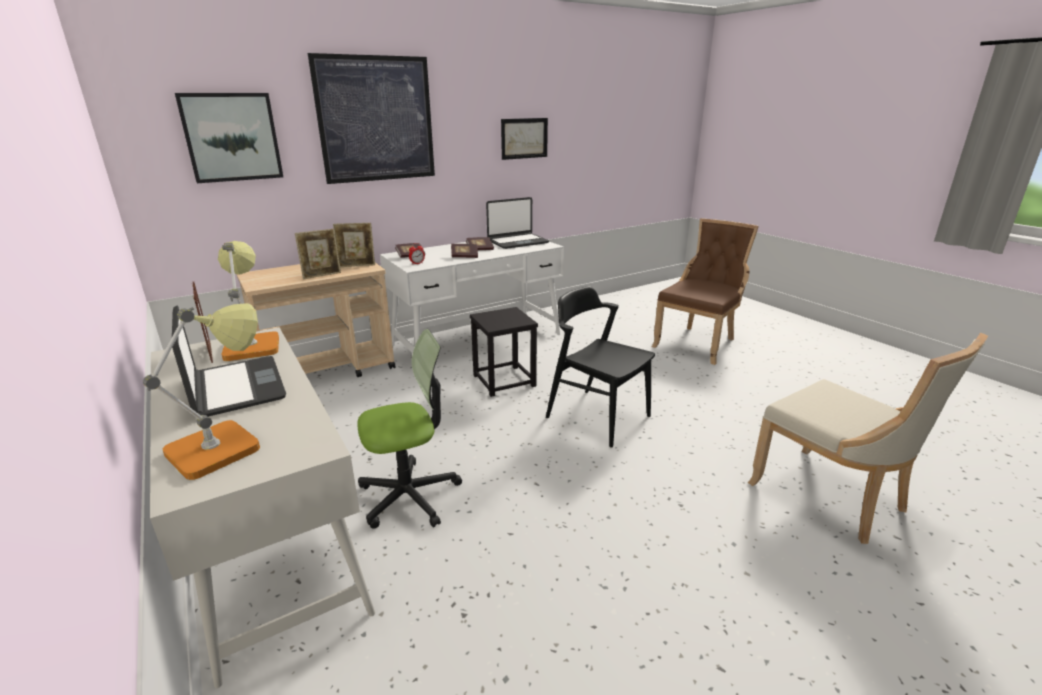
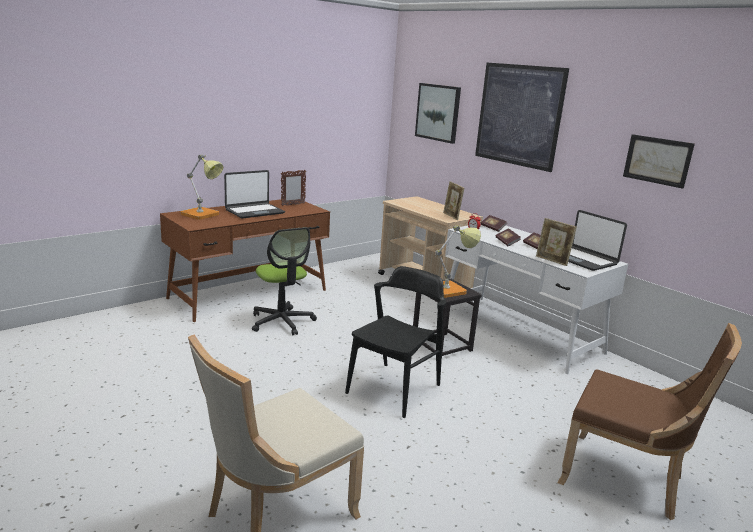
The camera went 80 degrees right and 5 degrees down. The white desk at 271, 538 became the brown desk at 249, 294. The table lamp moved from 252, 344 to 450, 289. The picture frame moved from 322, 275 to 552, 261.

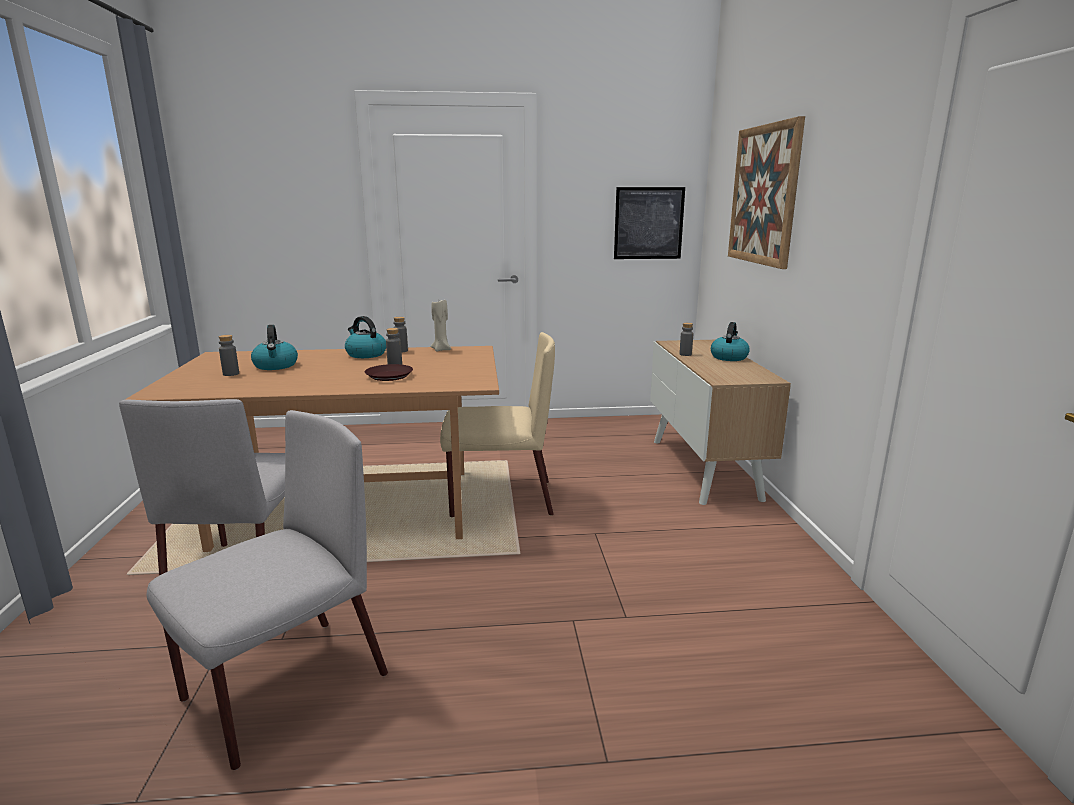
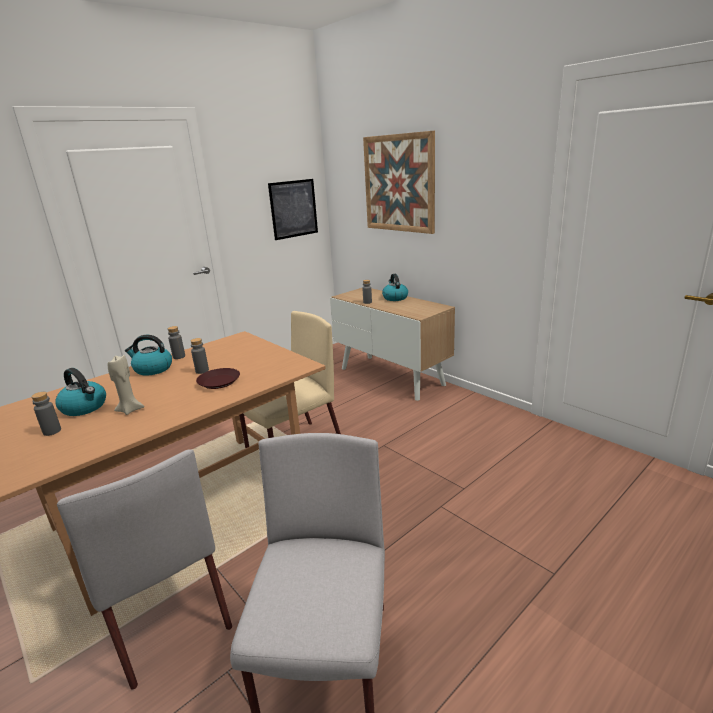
The camera went 35 degrees left and 5 degrees up. The beige candle moved from 441, 350 to 130, 410.

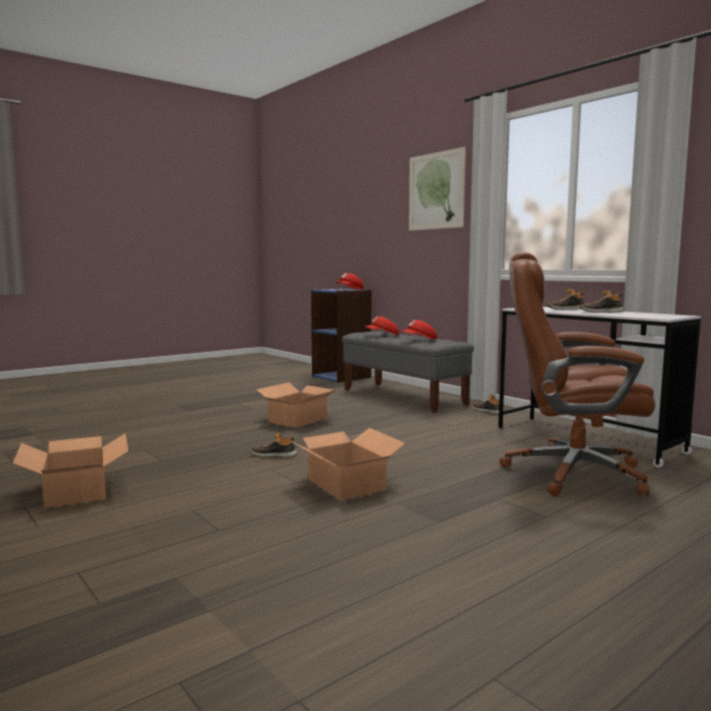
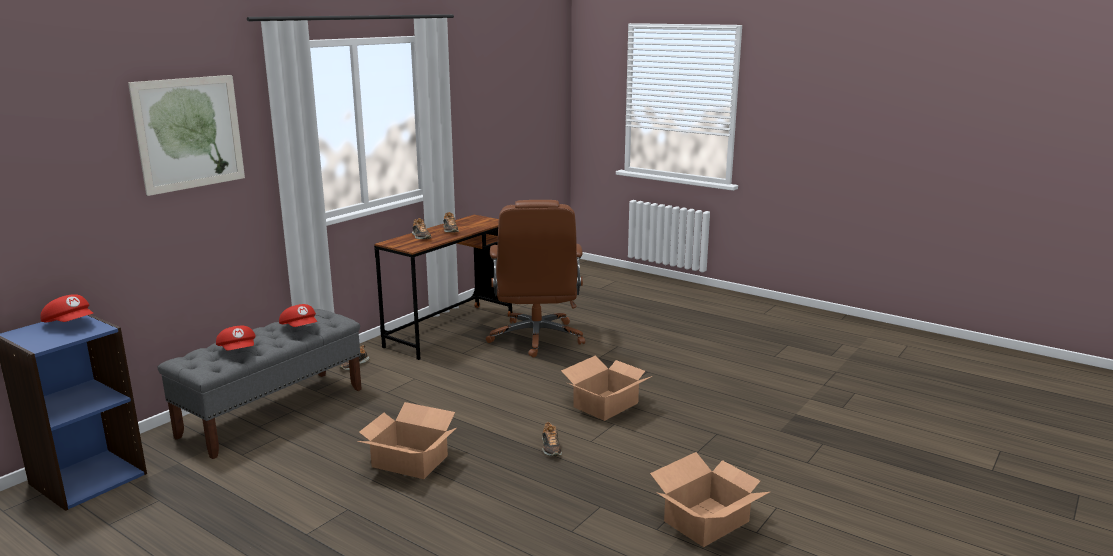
The camera went 105 degrees left and 10 degrees up. The white desk at 586, 439 became the brown desk at 450, 331.

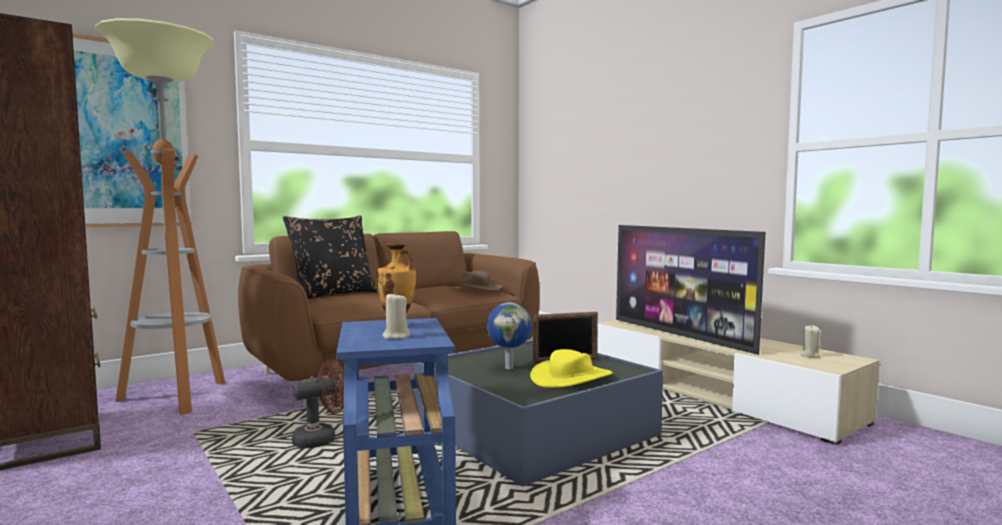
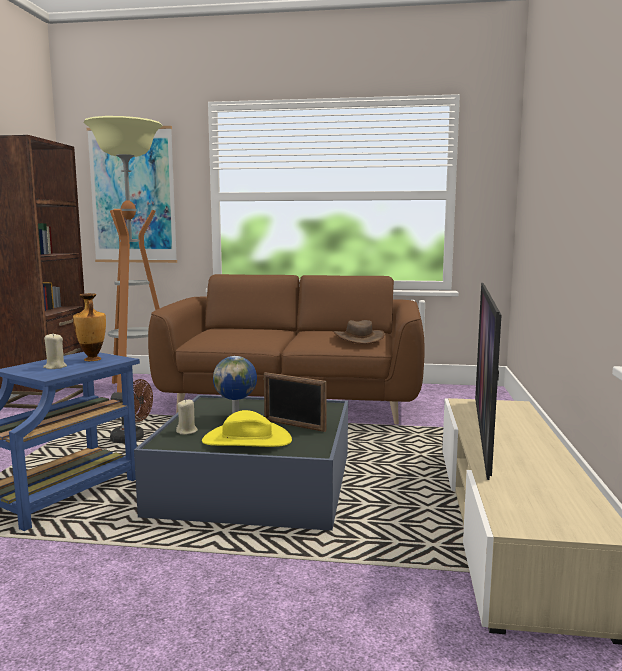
The camera went 45 degrees right and 5 degrees up. The black pillow at 333, 294 disappeared. The beige candle moved from 809, 355 to 187, 431.

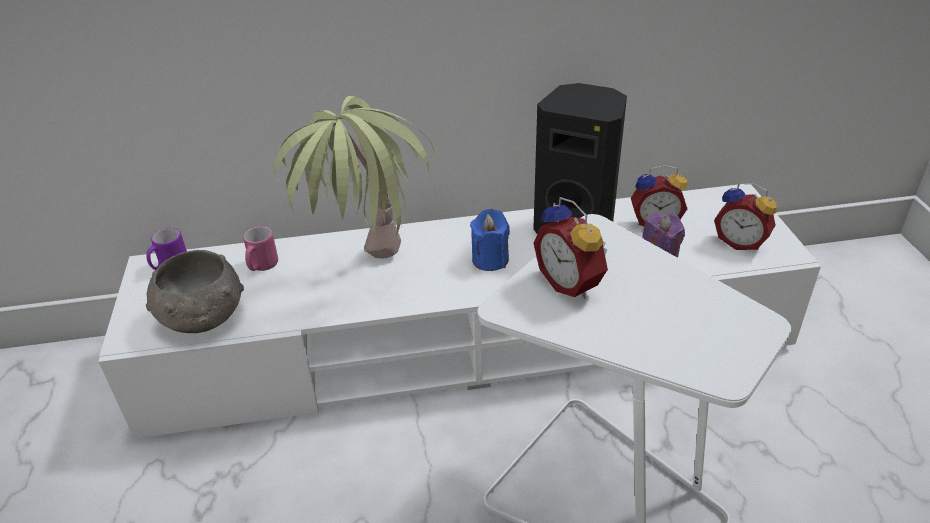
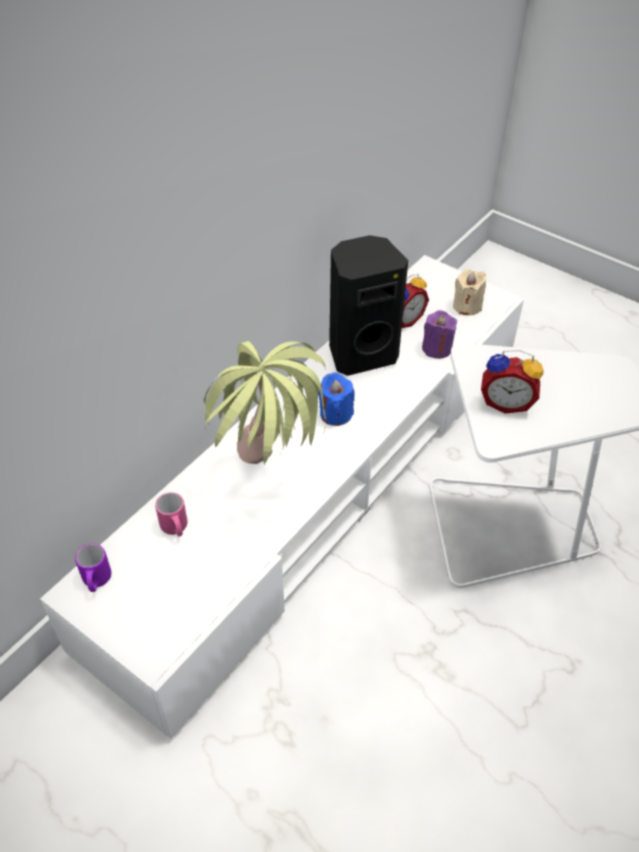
The camera went 45 degrees left and 10 degrees up. The grey bowl at 202, 318 disappeared. The alarm clock at 740, 242 was replaced by the beige candle at 467, 306.

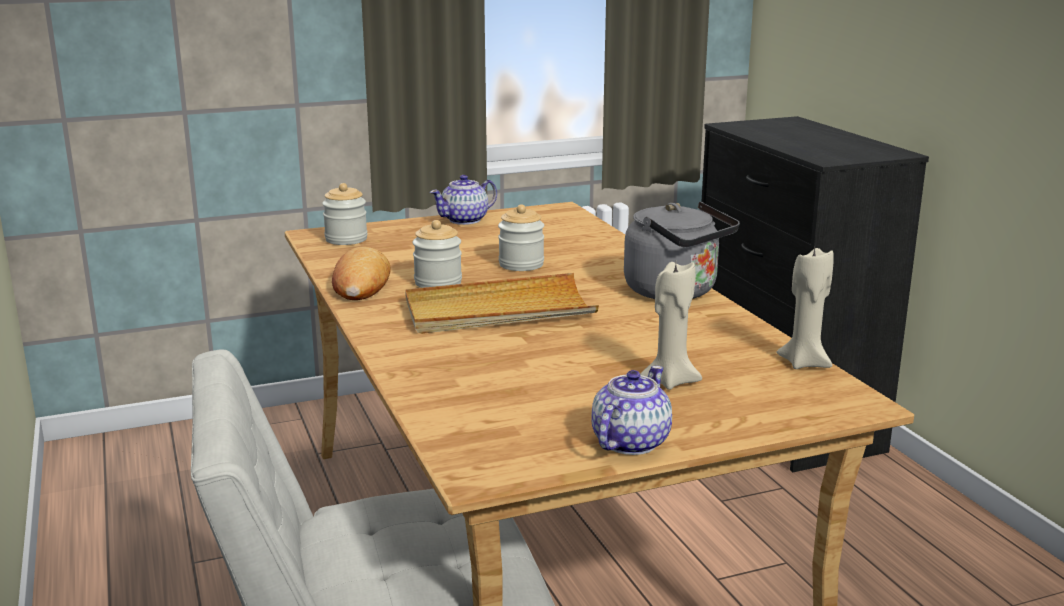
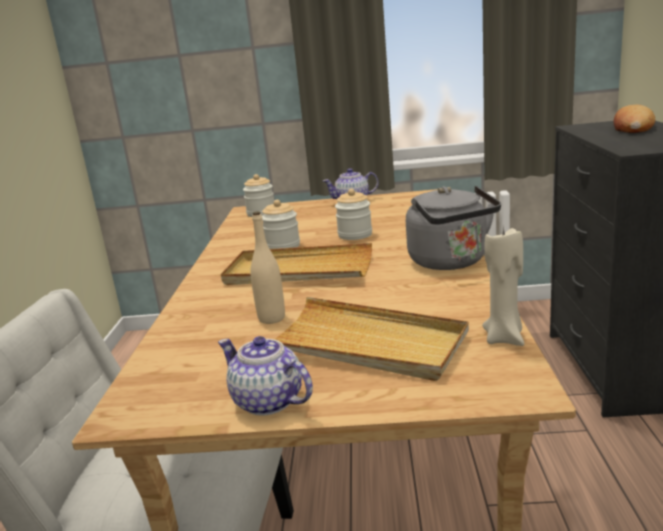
The camera went 25 degrees right and 0 degrees up. The bread moved from 360, 283 to 631, 127. The teapot at 629, 443 turned 105 degrees counterclockwise. The beige candle at 670, 381 was replaced by the beige tray at 365, 344. The beige bottle at 271, 318 appeared.

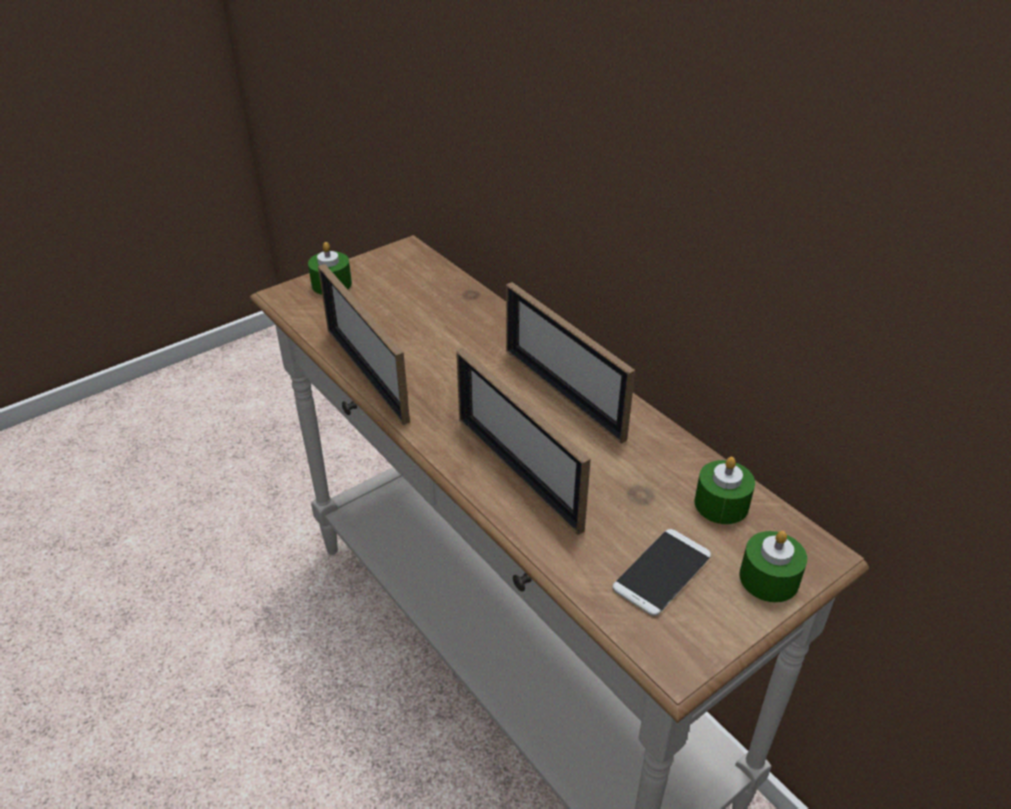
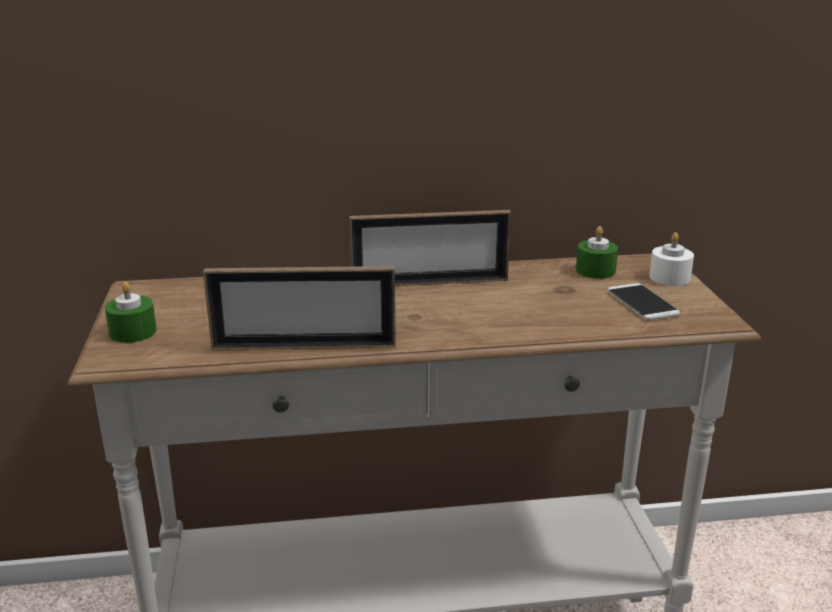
The camera went 60 degrees left and 15 degrees down. The picture frame at 517, 472 disappeared. The green candle at 769, 578 became the white candle at 669, 277.

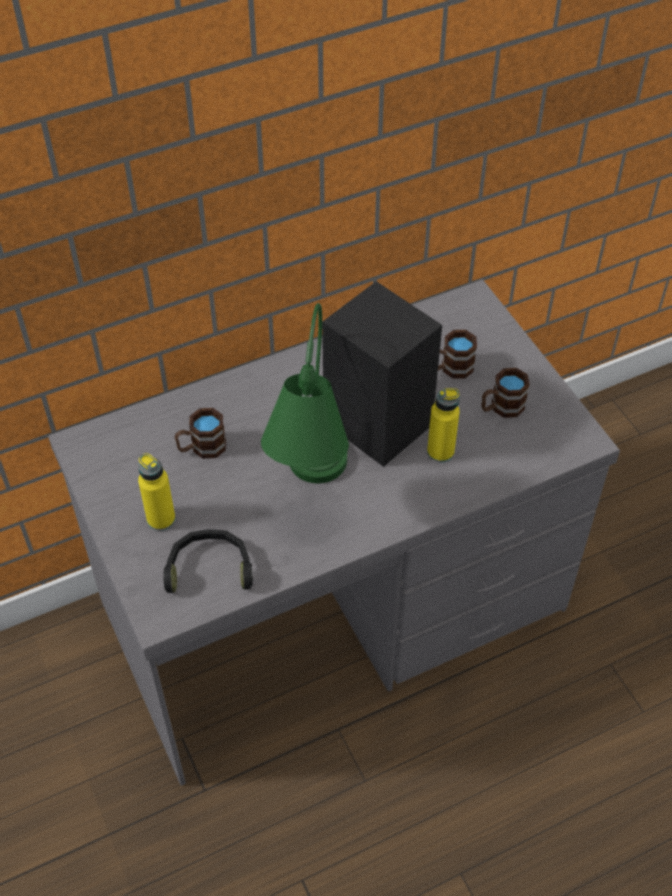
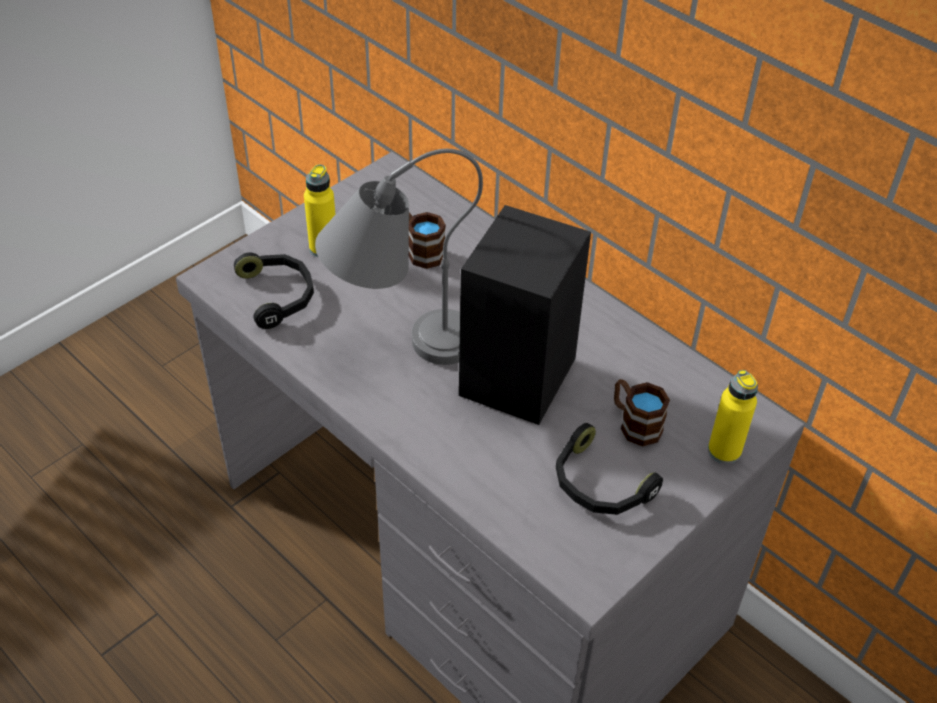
The camera went 70 degrees right and 5 degrees down. The green table lamp at 310, 492 became the grey table lamp at 398, 345. The yellow bottle moved from 440, 452 to 724, 450. The brown mug at 501, 407 was replaced by the black headphones at 598, 485.

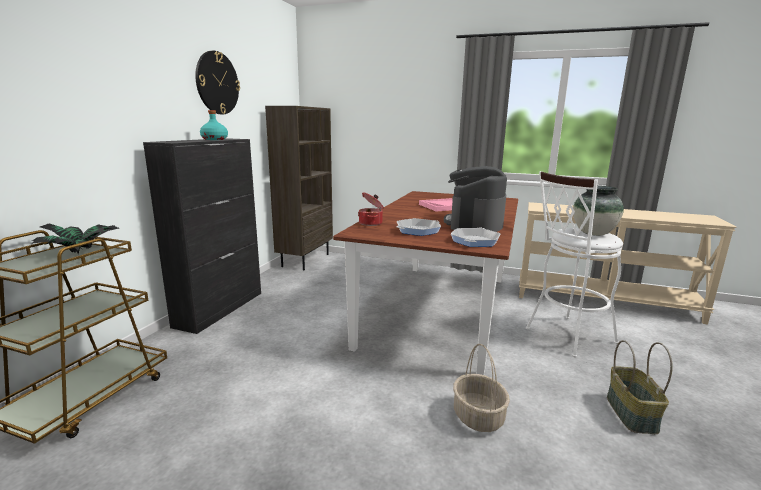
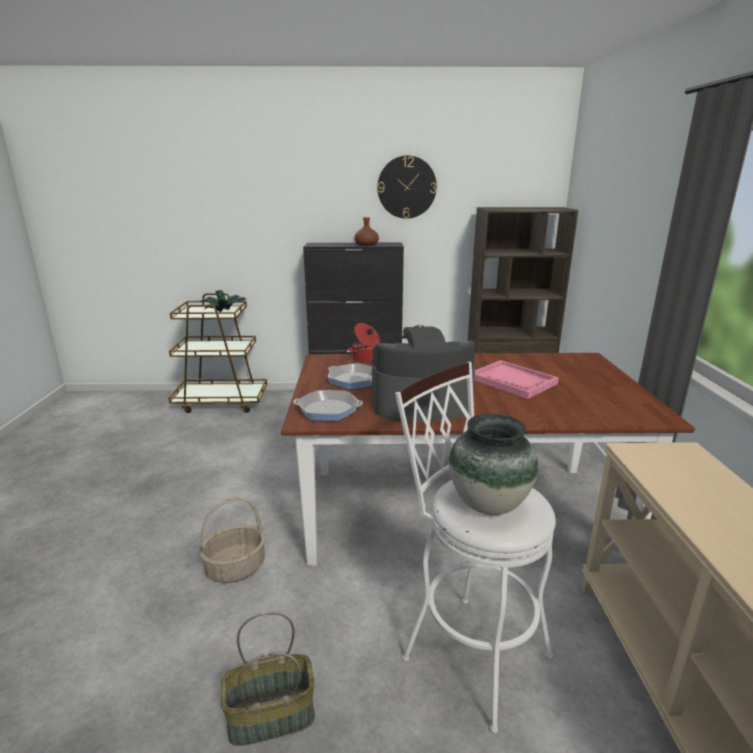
The camera went 70 degrees right and 5 degrees up. The turquoise bottle at 214, 139 became the brown bottle at 366, 244.

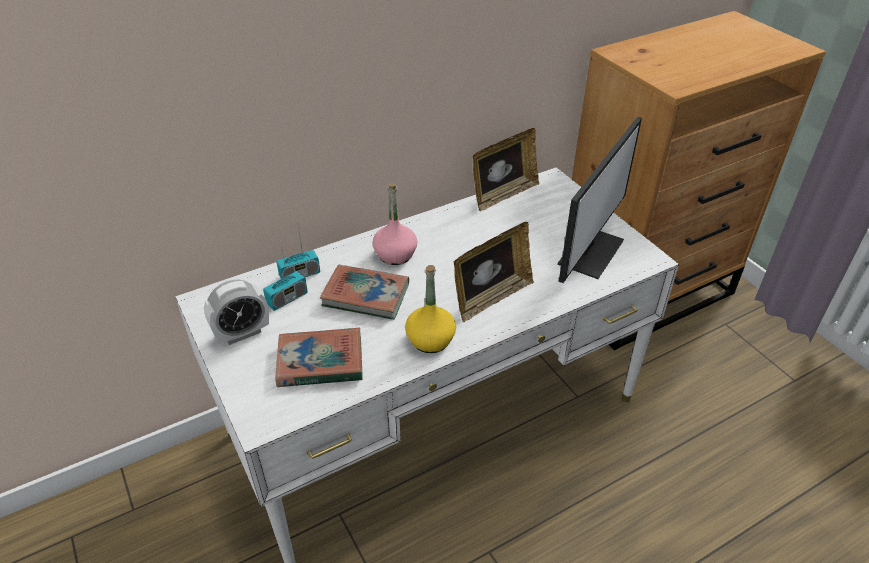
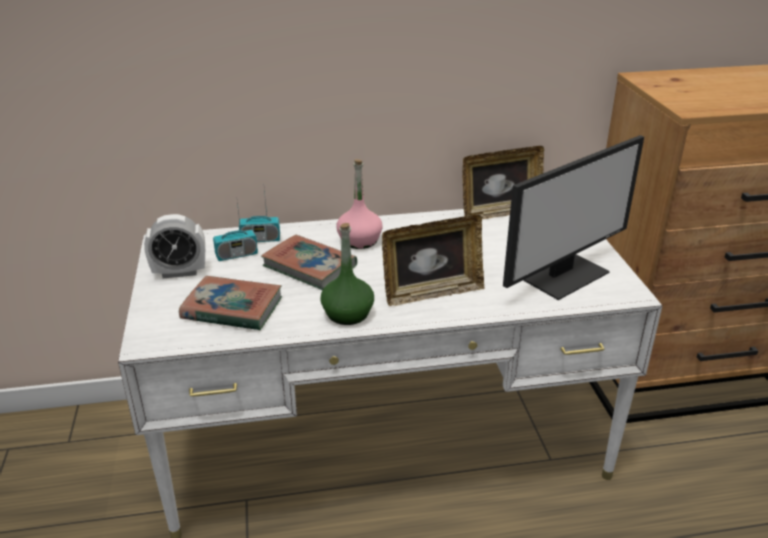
The camera went 20 degrees right and 10 degrees down. The yellow bottle at 430, 340 became the green bottle at 347, 314.

